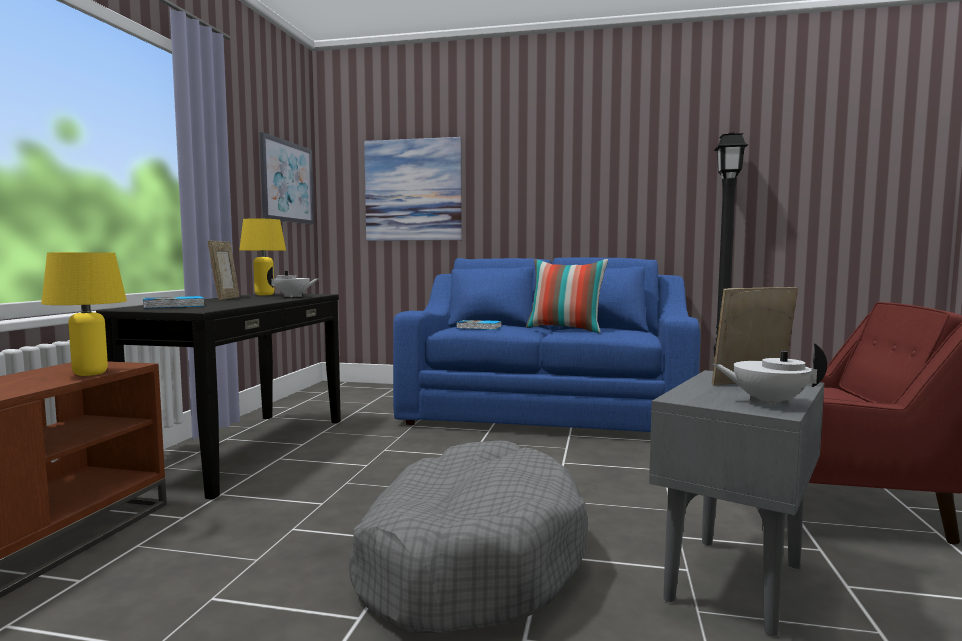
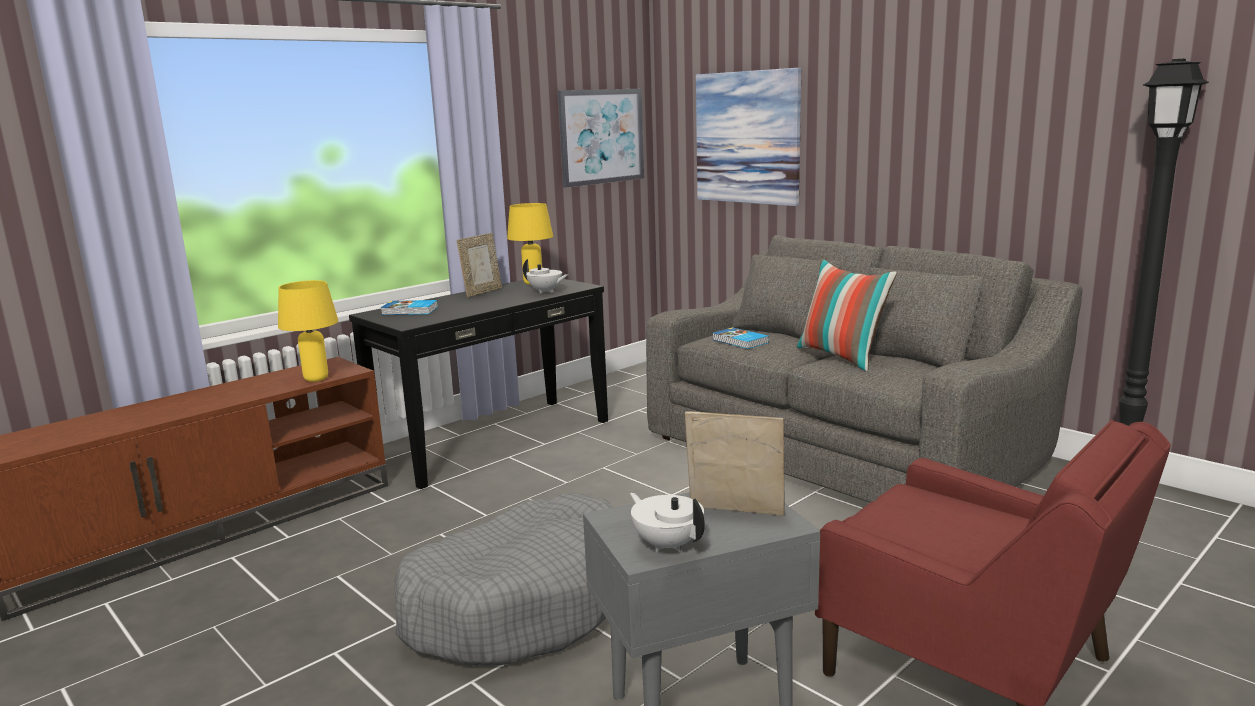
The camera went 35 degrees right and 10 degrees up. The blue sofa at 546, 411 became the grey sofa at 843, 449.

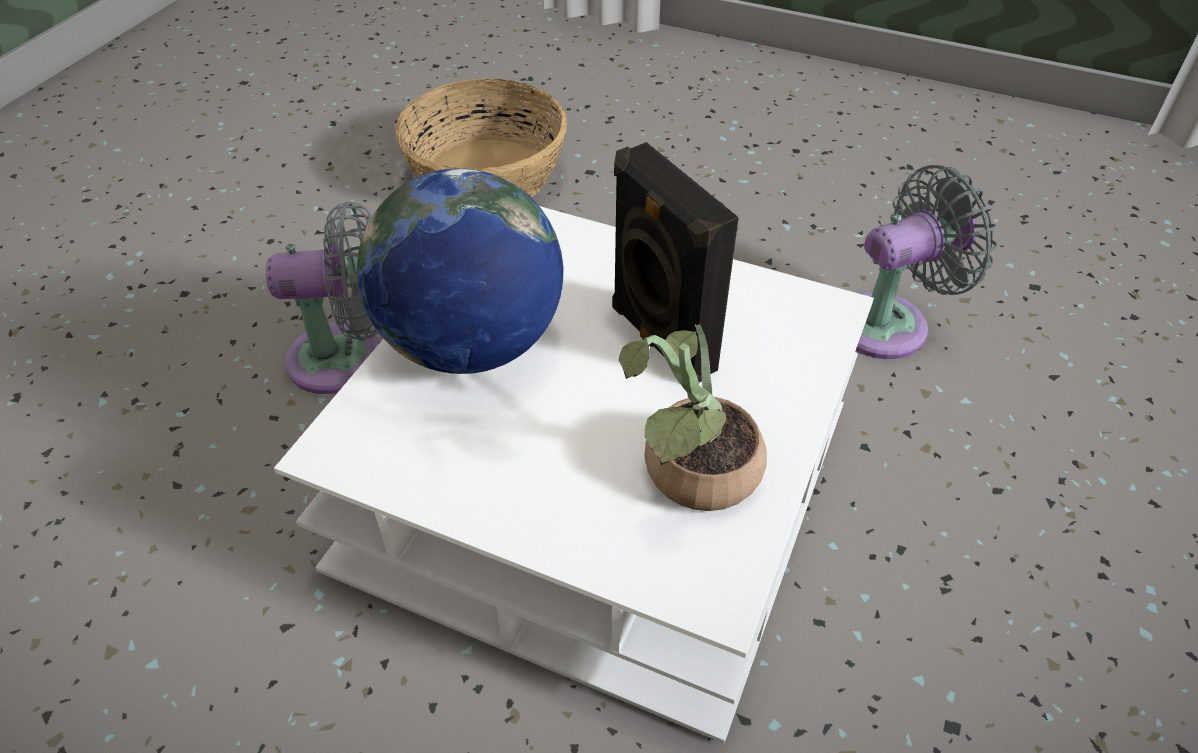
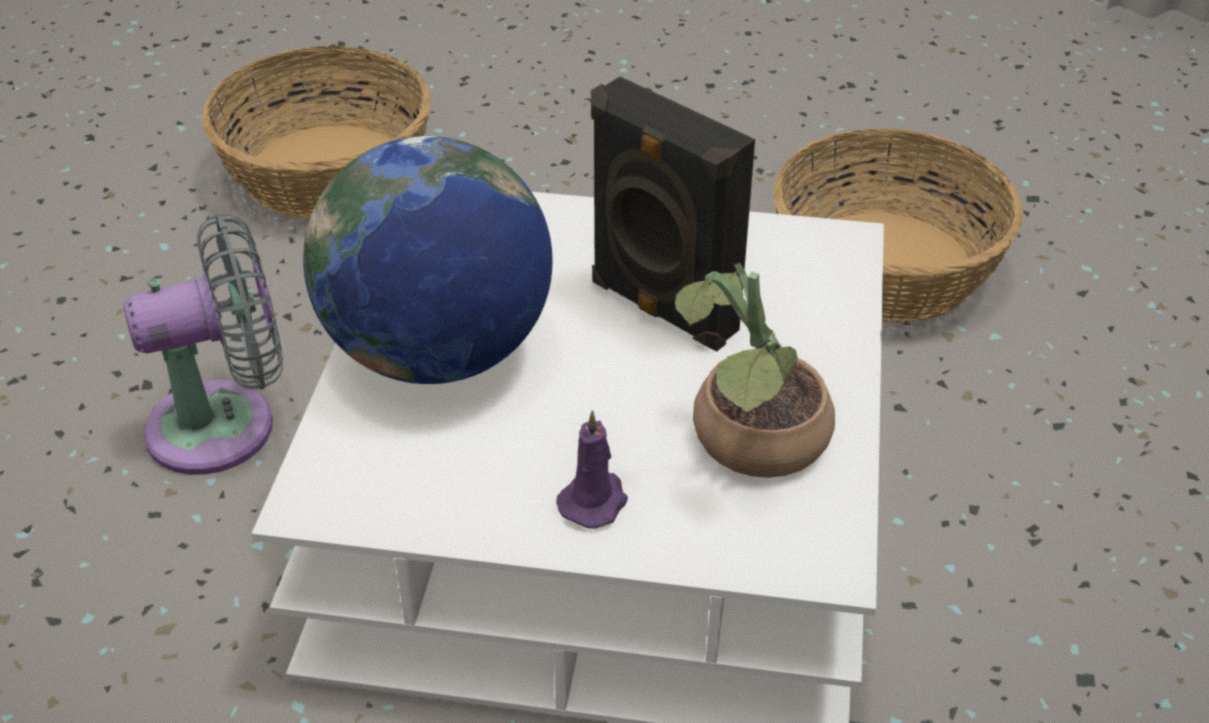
The camera went 15 degrees left and 5 degrees down. The grey fan at 889, 323 was replaced by the basket at 883, 266. The purple candle at 594, 501 appeared.

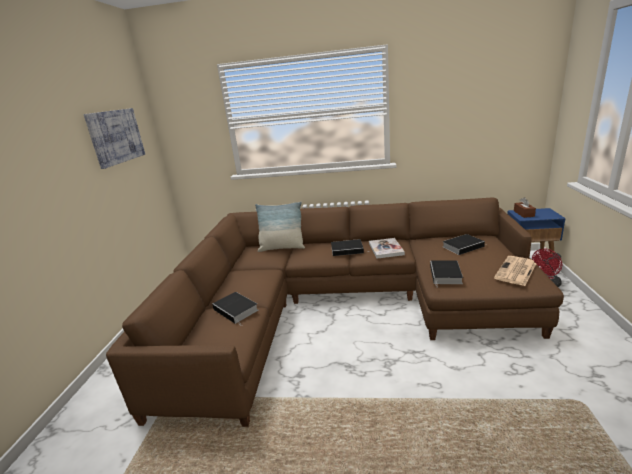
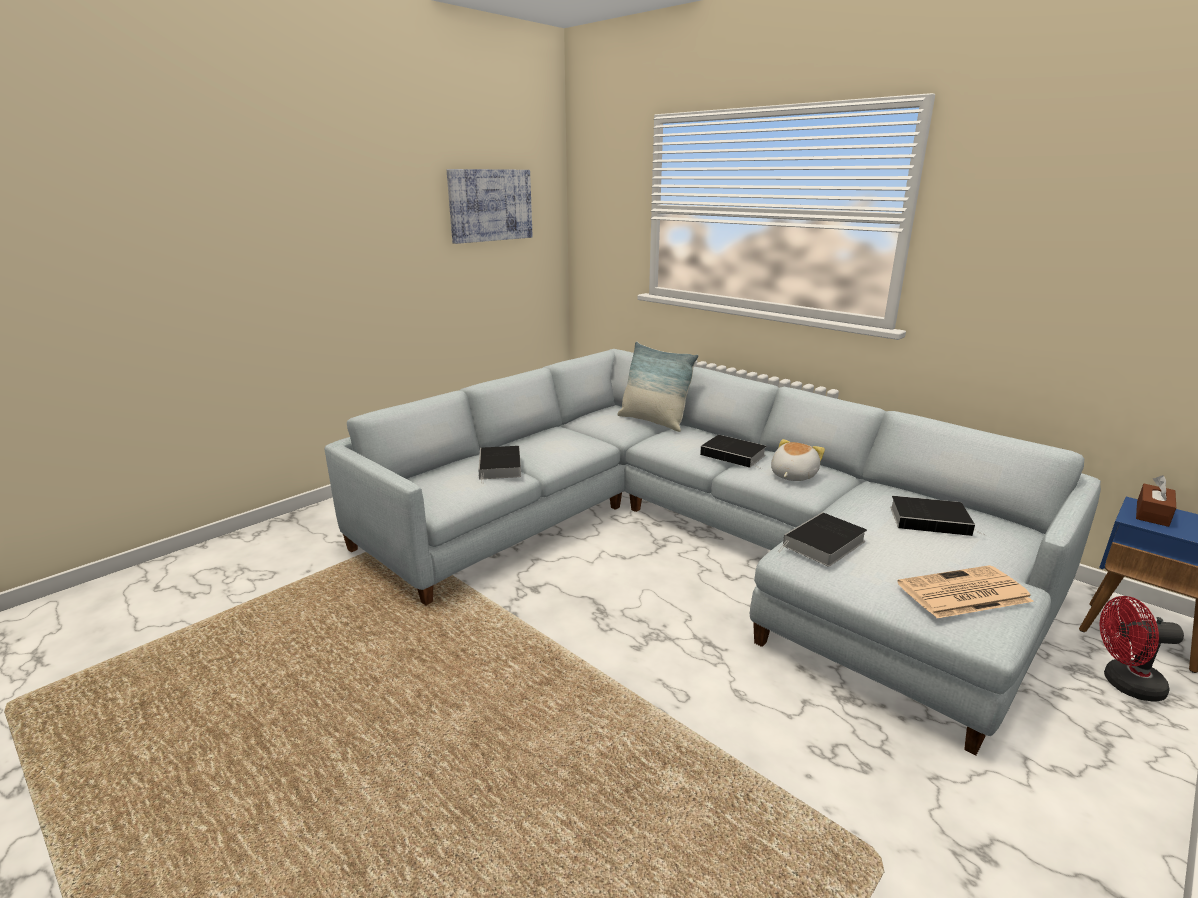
The camera went 35 degrees right and 0 degrees up. The brown sofa at 342, 304 became the grey sofa at 691, 539. The book at 386, 249 was replaced by the plush toy at 792, 475.

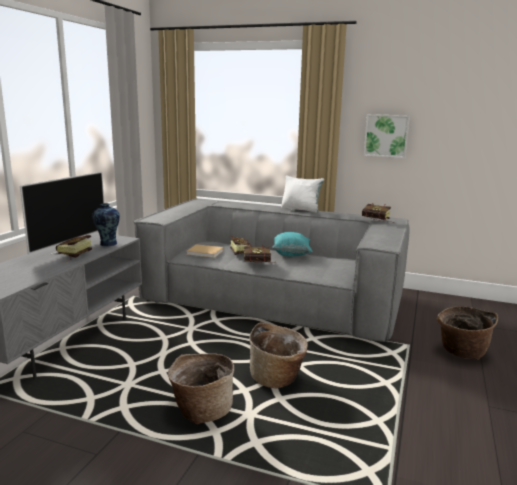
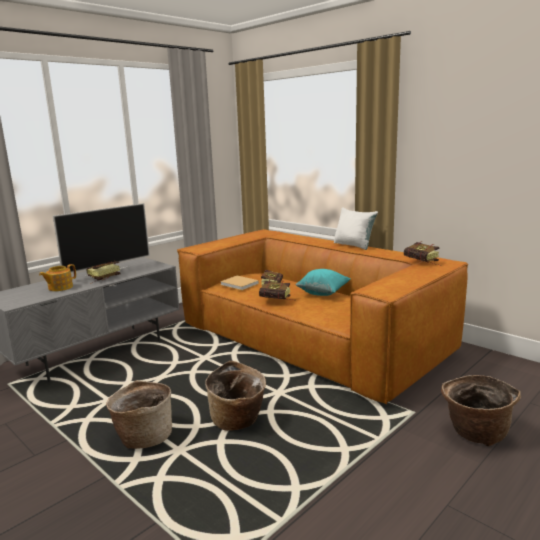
The camera went 25 degrees right and 0 degrees up. The vase at 107, 244 disappeared. The grey sofa at 273, 299 became the brown sofa at 311, 339. The picture at 386, 135 disappeared. The teapot at 60, 287 appeared.

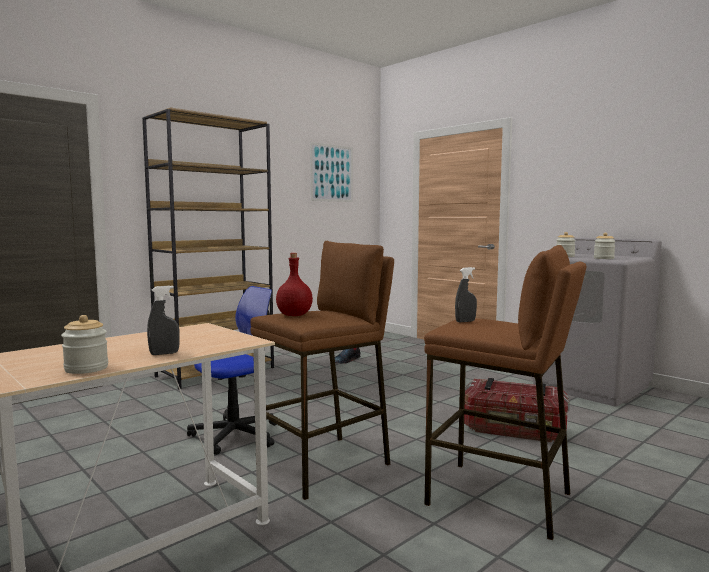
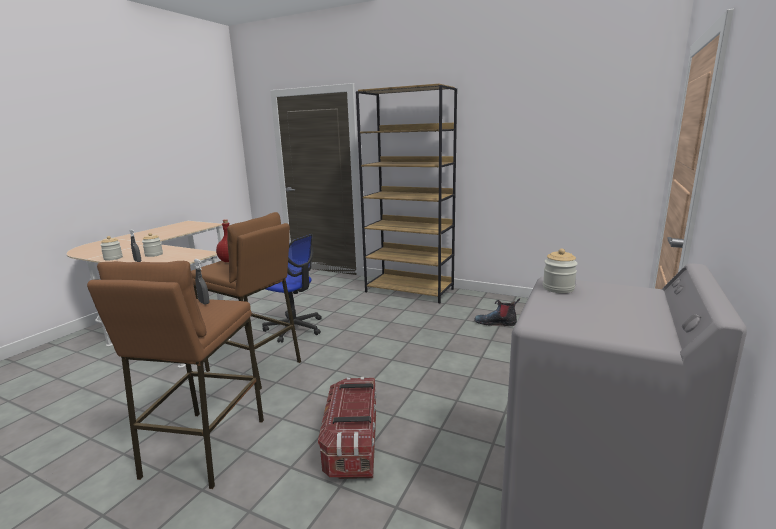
The camera went 70 degrees right and 10 degrees up. The picture at 331, 173 disappeared. The jar moved from 603, 258 to 154, 254.

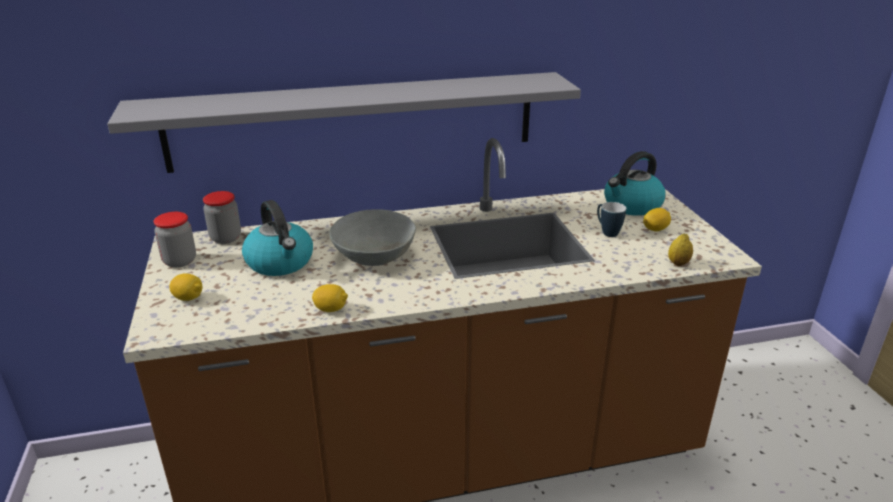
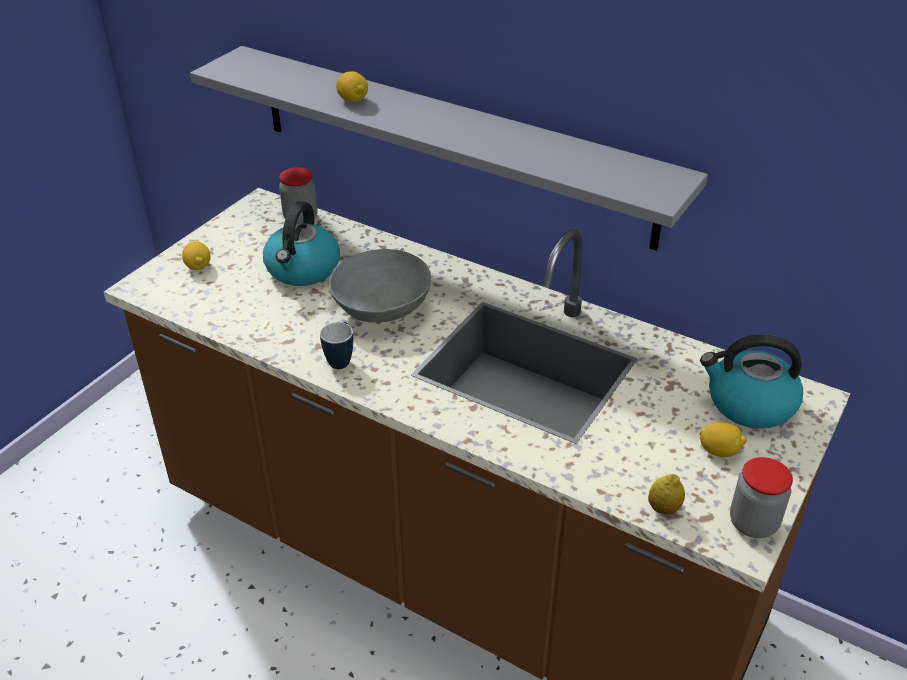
The camera went 45 degrees right and 10 degrees up. The jar moved from 180, 261 to 753, 523. The lemon moved from 331, 309 to 353, 100. The mug moved from 607, 232 to 341, 359.

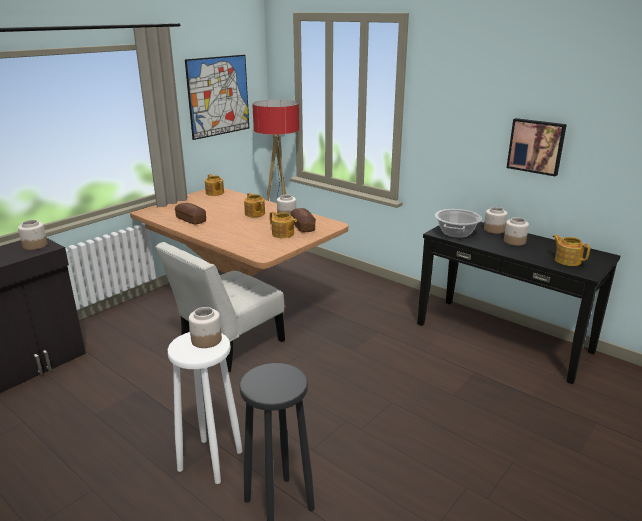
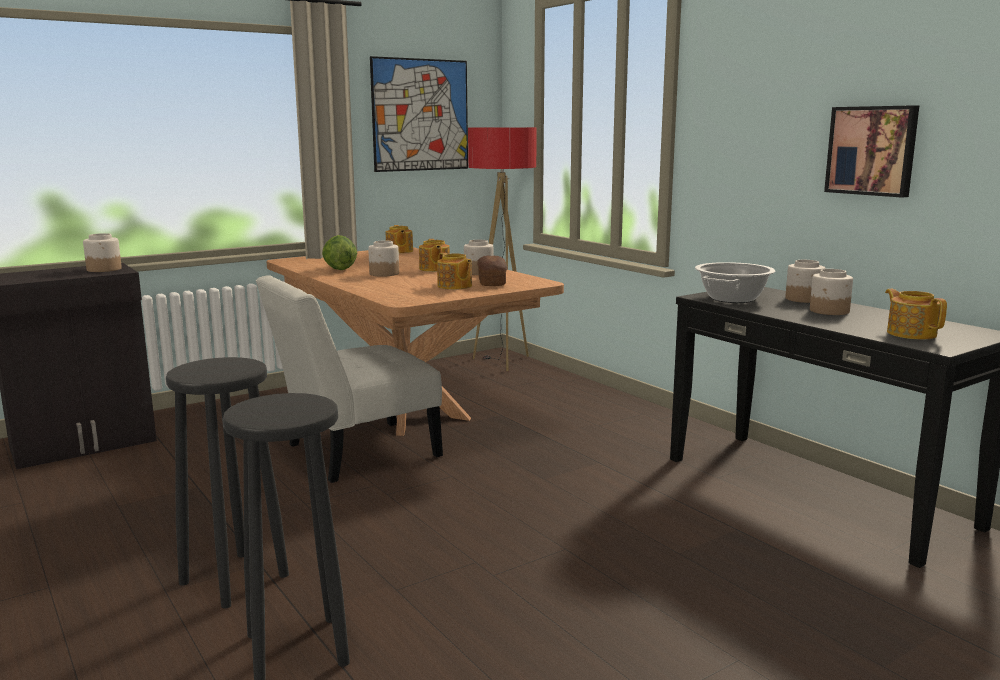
The camera went 15 degrees right and 10 degrees down. The white stool at 211, 459 became the black stool at 235, 578. The bread at 191, 220 was replaced by the lettuce at 339, 269. The jar moved from 206, 340 to 384, 274.

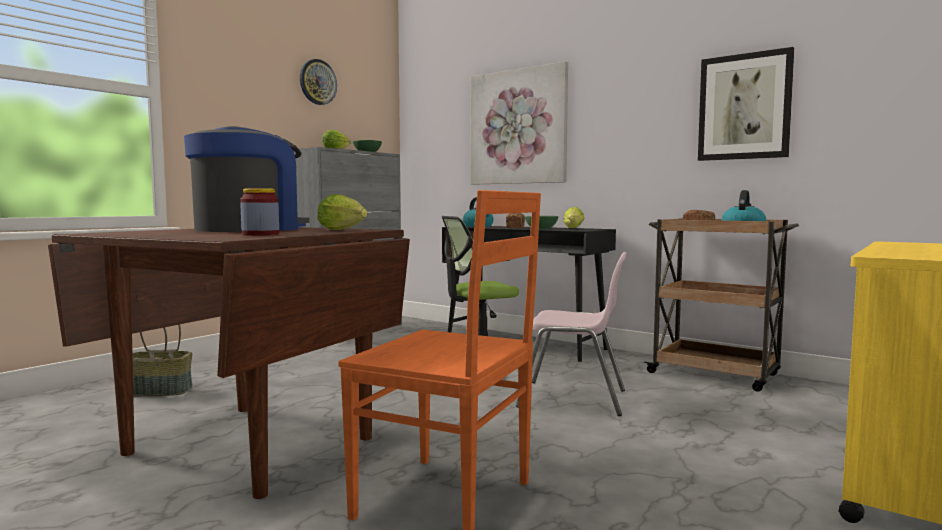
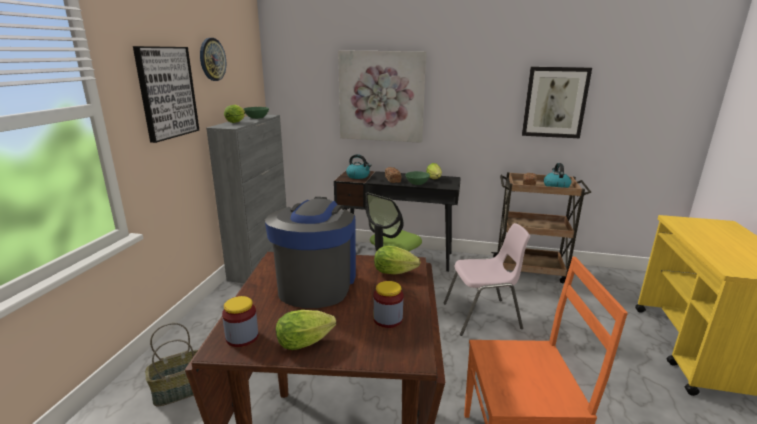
The camera went 25 degrees left and 15 degrees up. The picture at 167, 92 appeared. The jar at 242, 337 appeared. The lettuce at 307, 342 appeared.

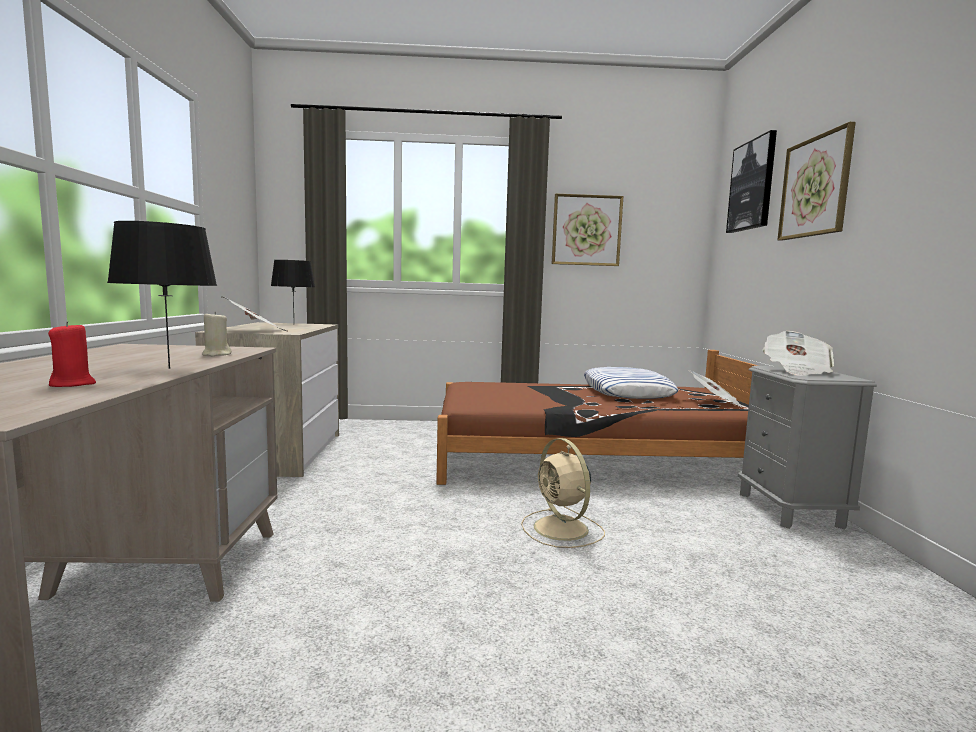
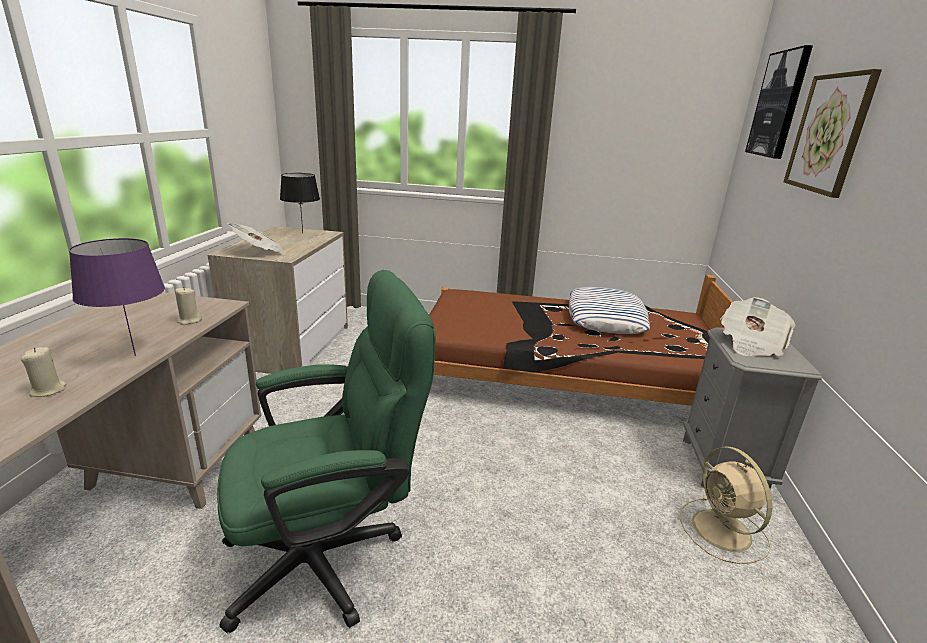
The camera went 10 degrees right and 15 degrees up. The red candle at 73, 384 became the beige candle at 48, 390. The black table lamp at 169, 368 became the purple table lamp at 135, 355. The beige fan moved from 562, 529 to 723, 532. The picture at 586, 230 disappeared. The newspaper at 715, 403 disappeared. The green office chair at 330, 556 appeared.

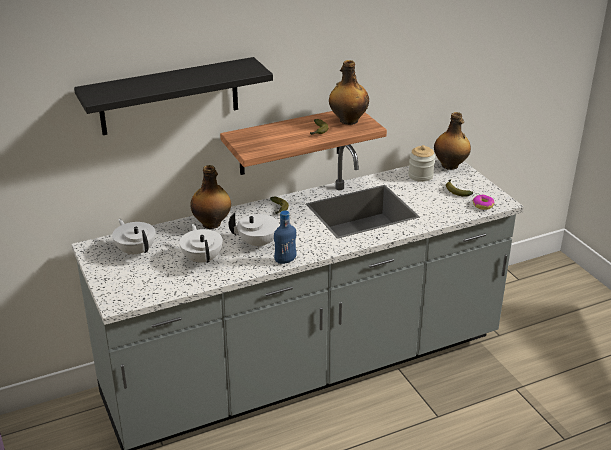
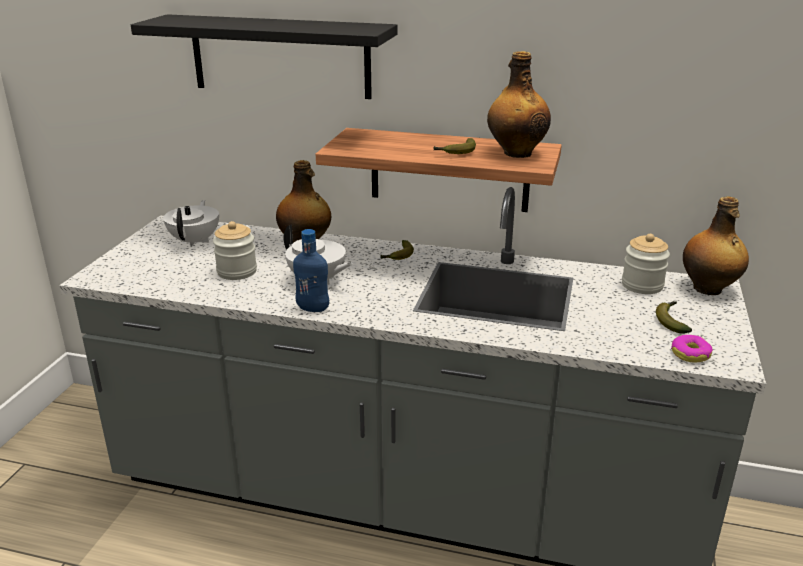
The camera went 40 degrees right and 5 degrees down. The white teapot at 202, 259 was replaced by the jar at 237, 271.

